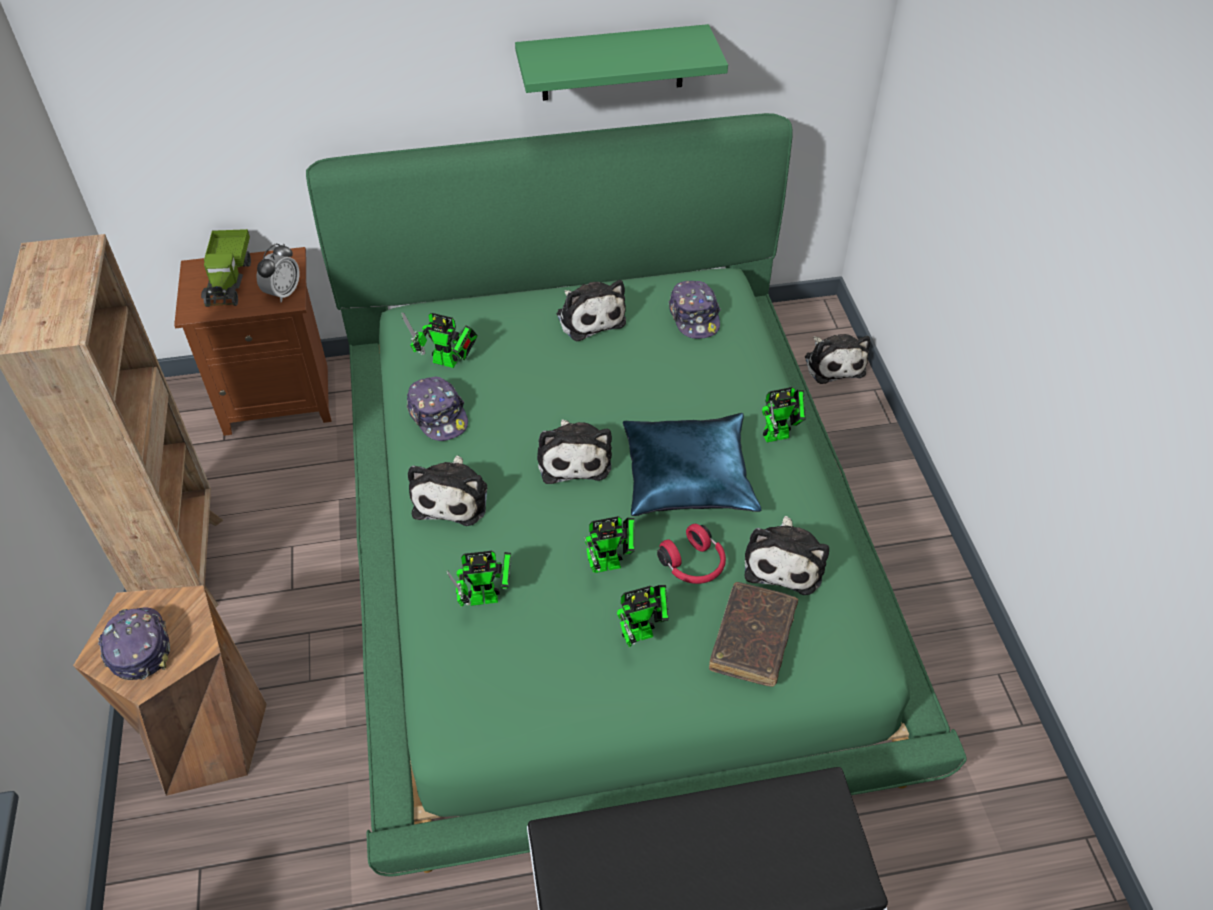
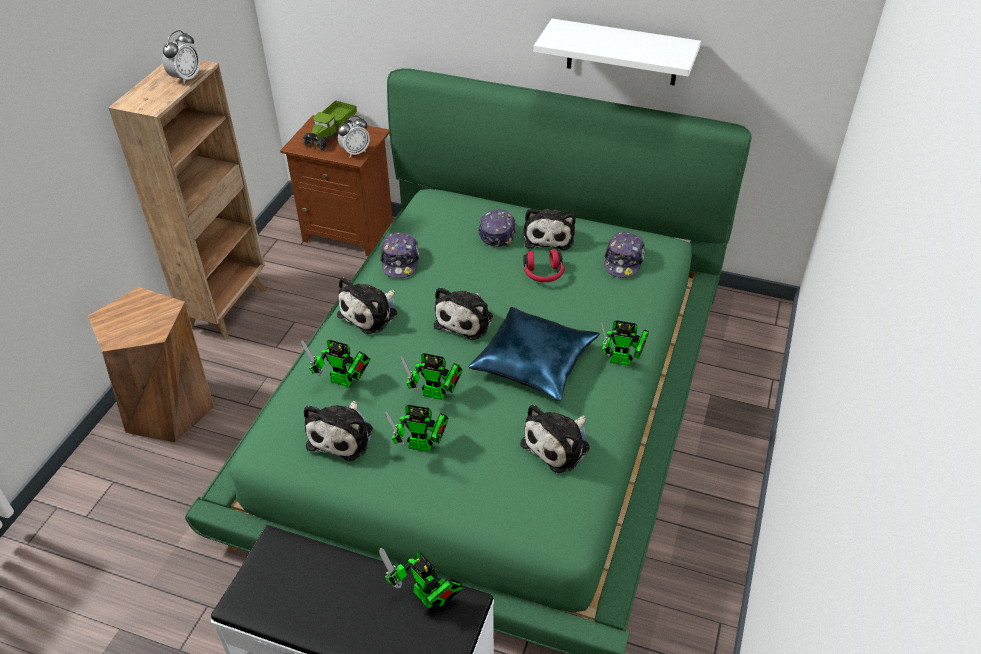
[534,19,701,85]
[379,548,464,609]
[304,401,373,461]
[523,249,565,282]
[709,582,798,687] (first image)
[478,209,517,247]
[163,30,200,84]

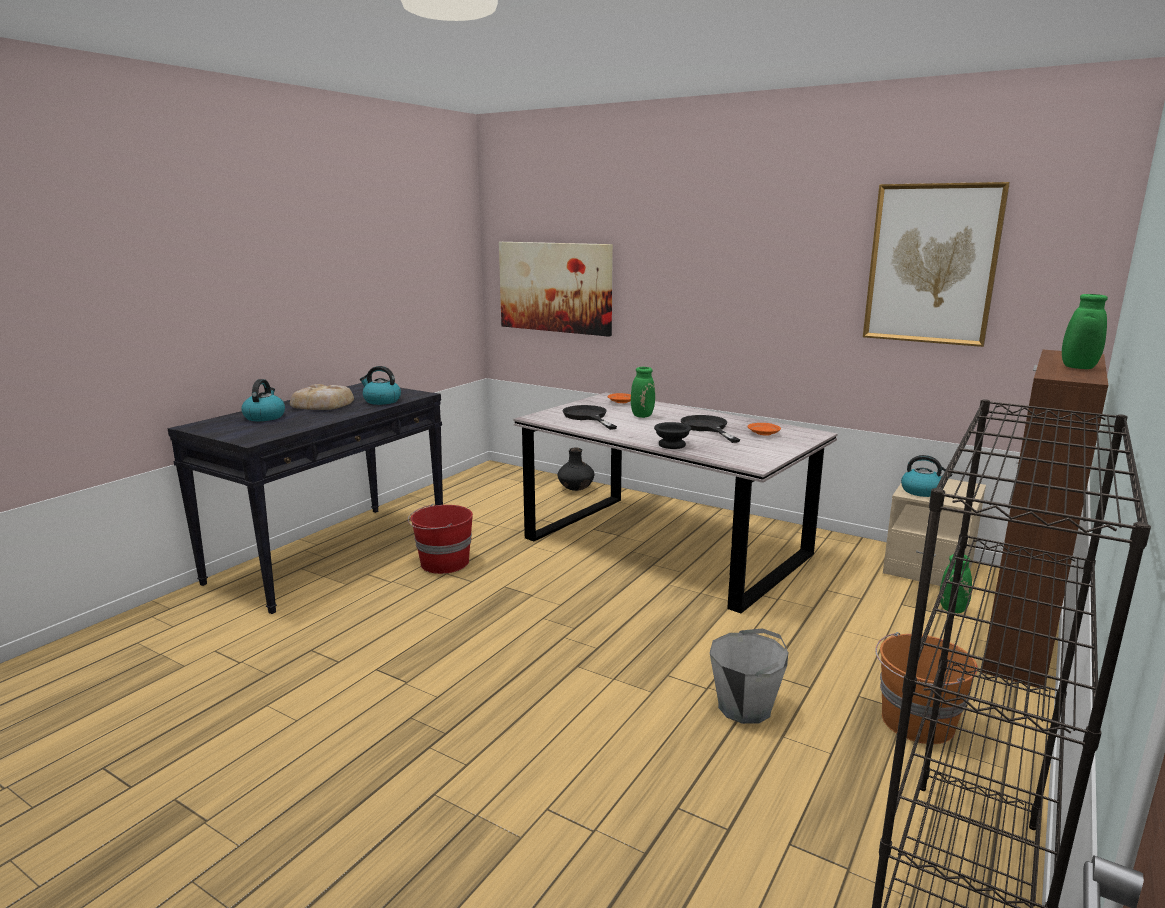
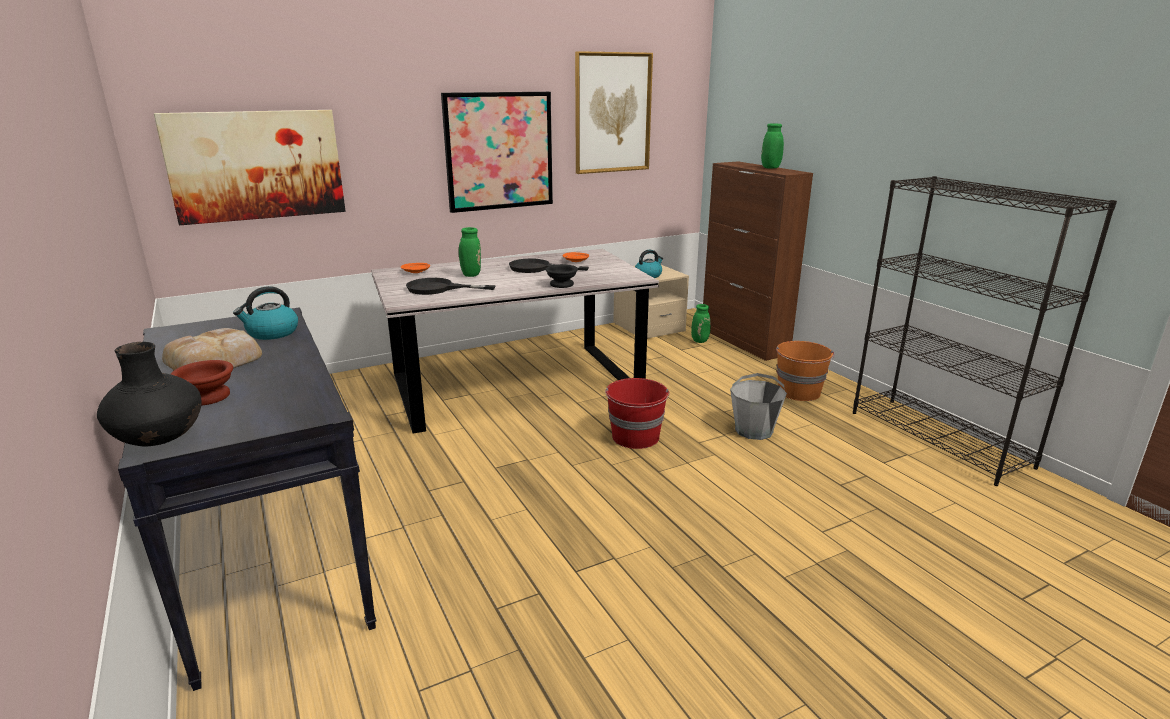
[171,360,233,406]
[97,342,202,446]
[605,378,669,449]
[441,92,553,213]

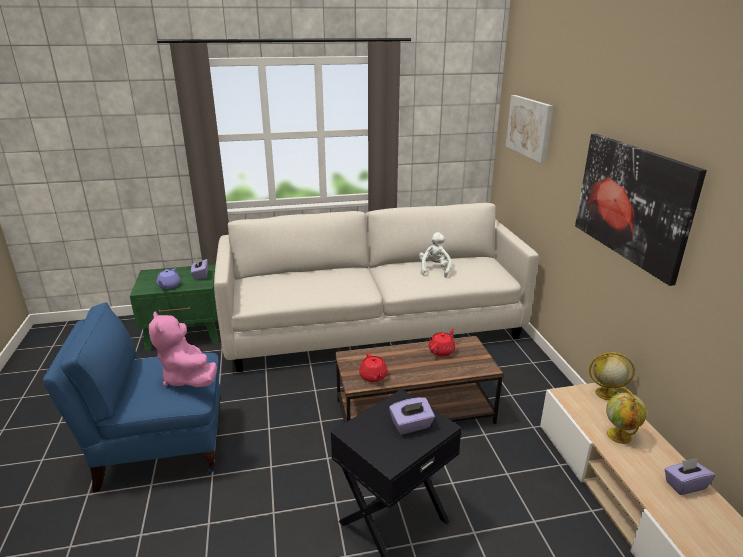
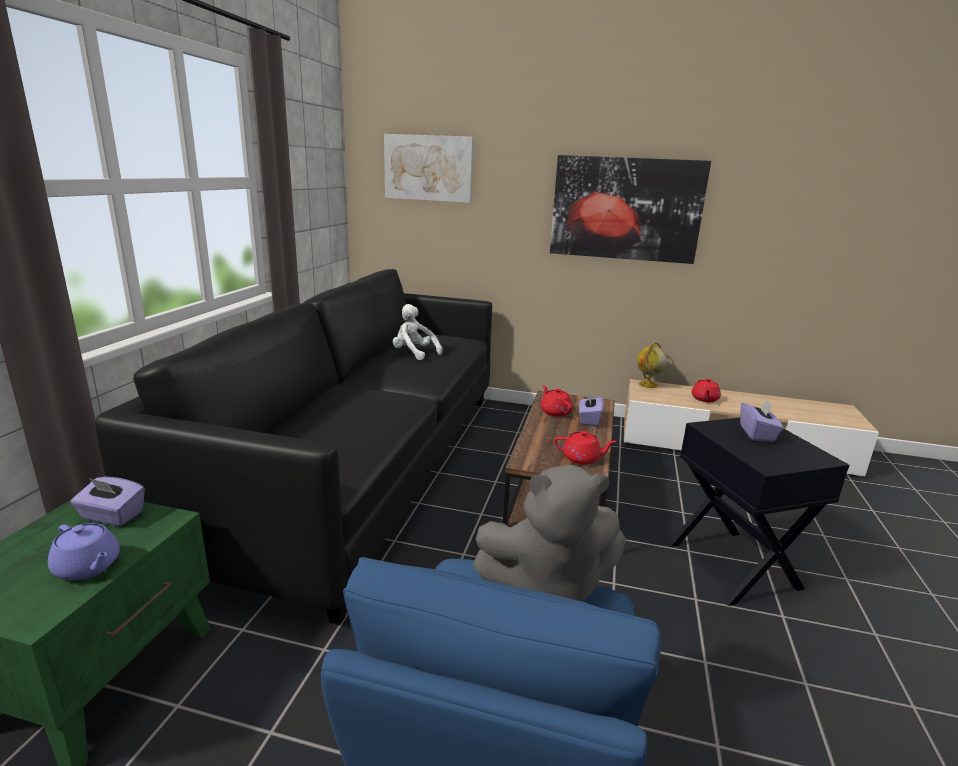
[95,269,492,625]
[472,465,626,602]
[692,379,721,402]
[579,392,603,427]

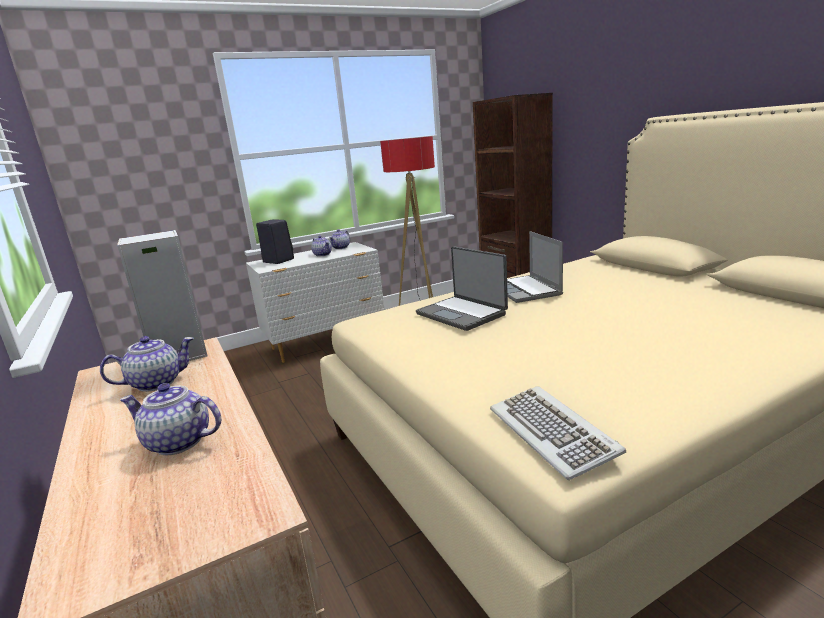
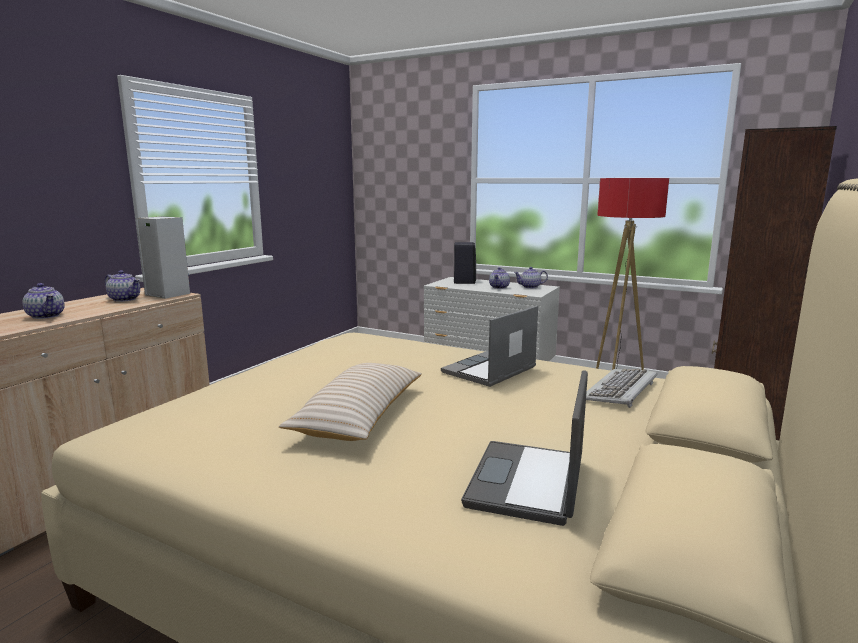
[461,370,588,526]
[22,283,65,319]
[586,369,657,408]
[279,363,422,441]

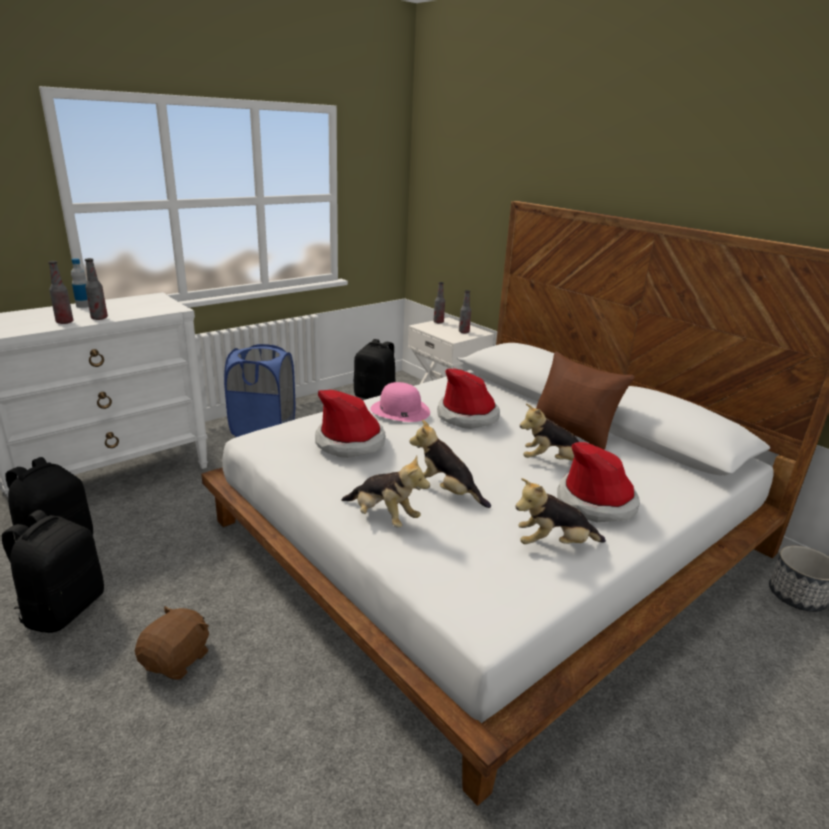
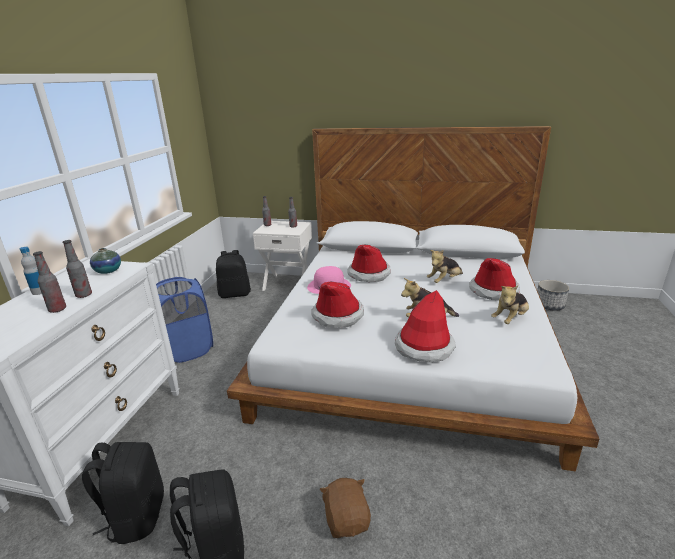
[536,352,635,449] (first image)
[395,290,456,363]
[90,248,121,274]

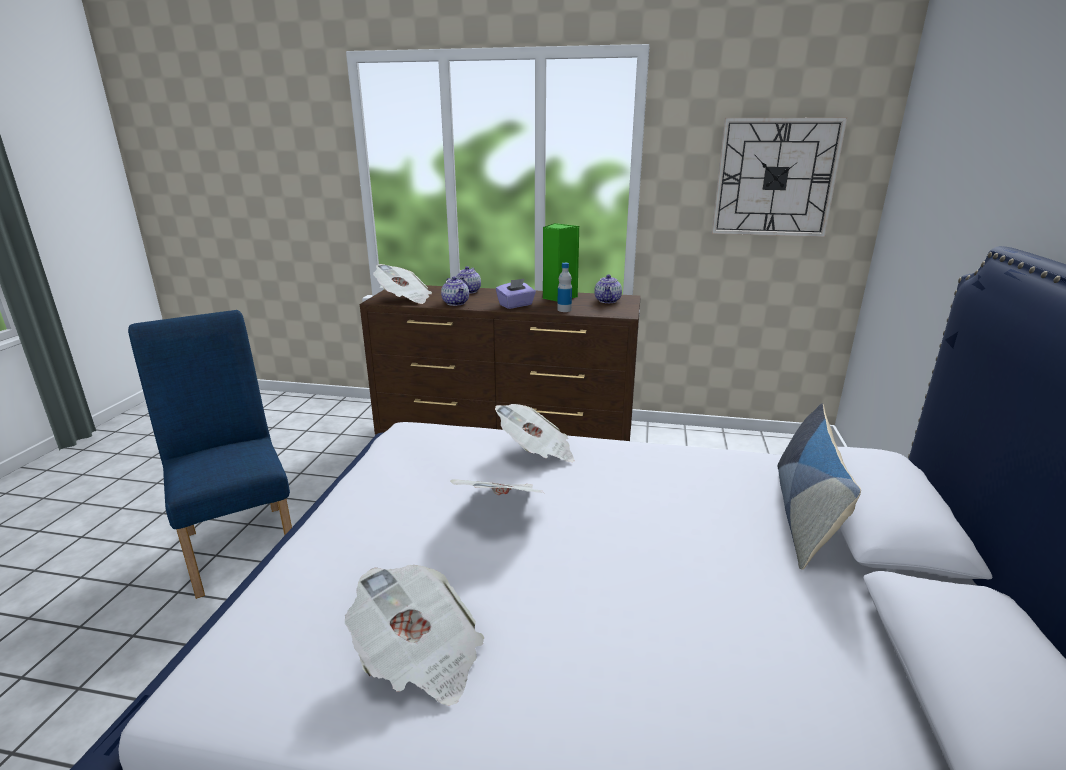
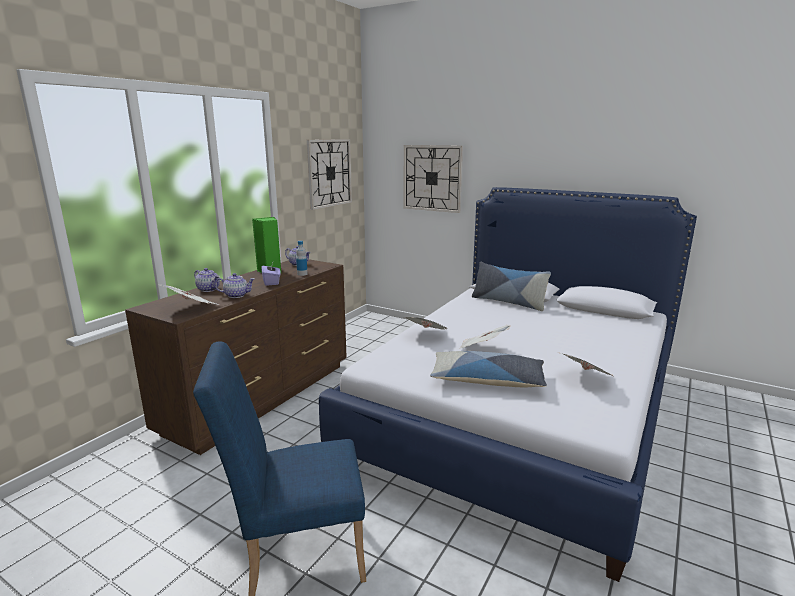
[403,145,463,213]
[430,351,547,387]

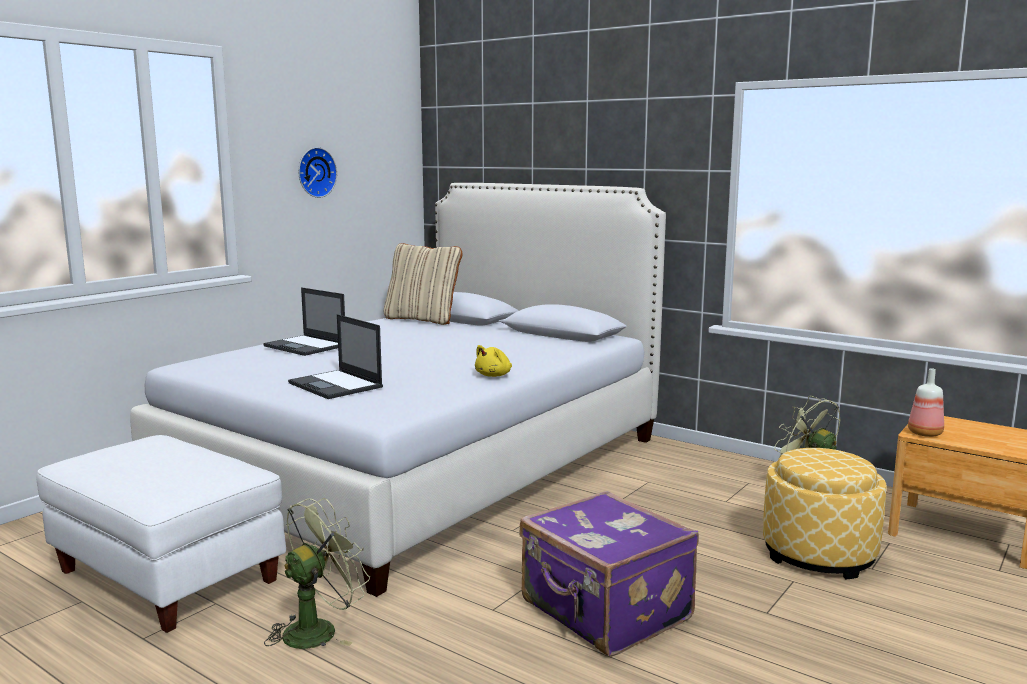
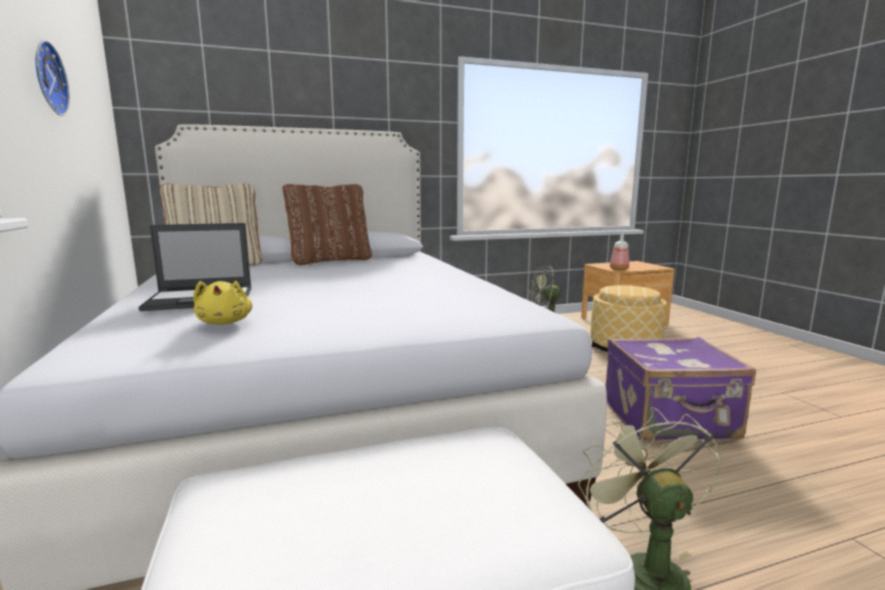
[288,314,383,399] (first image)
[193,281,252,325]
[283,184,372,265]

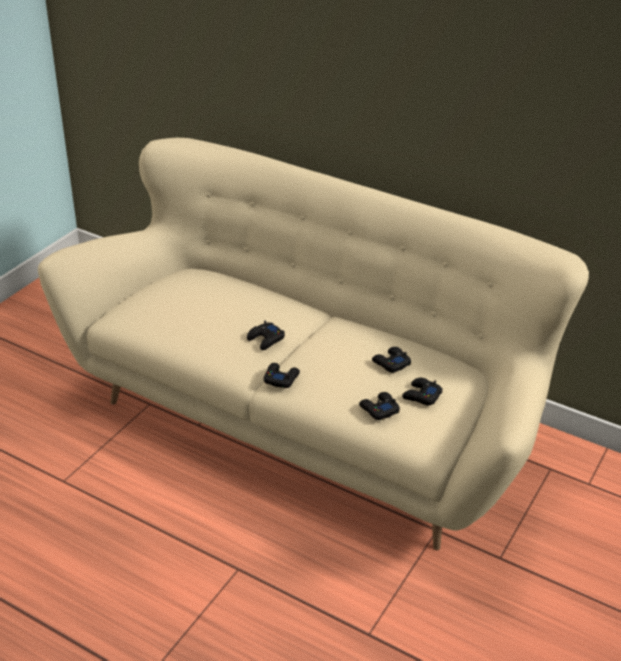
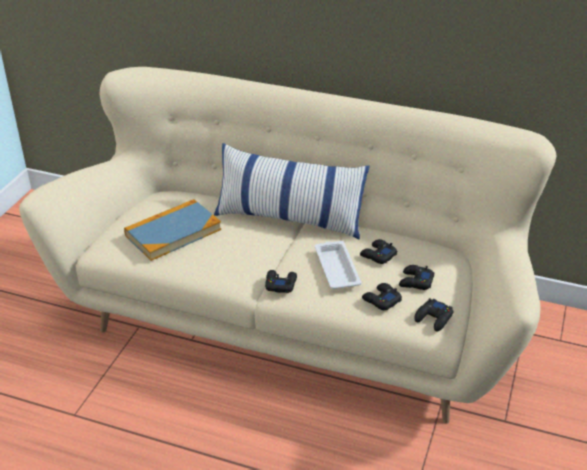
[414,298,453,331]
[214,143,370,239]
[124,199,221,261]
[315,241,362,289]

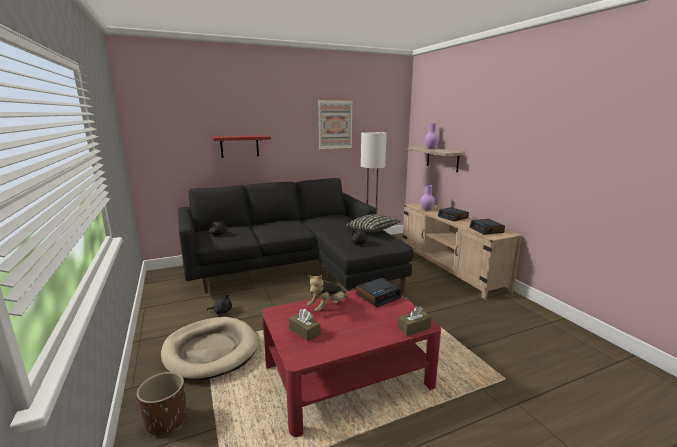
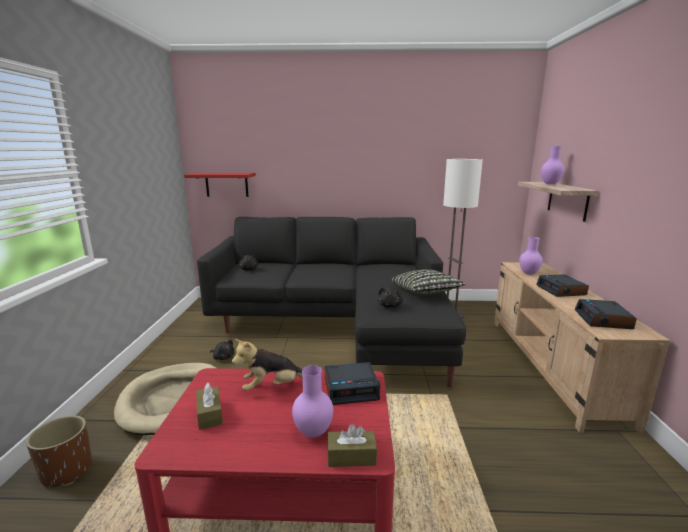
[318,99,353,150] (first image)
[184,173,256,197]
[292,365,333,438]

